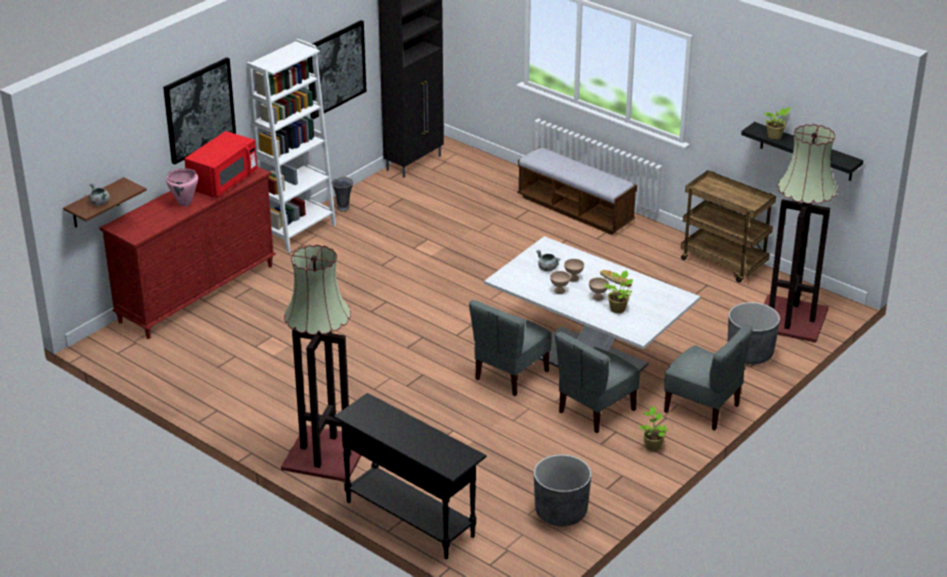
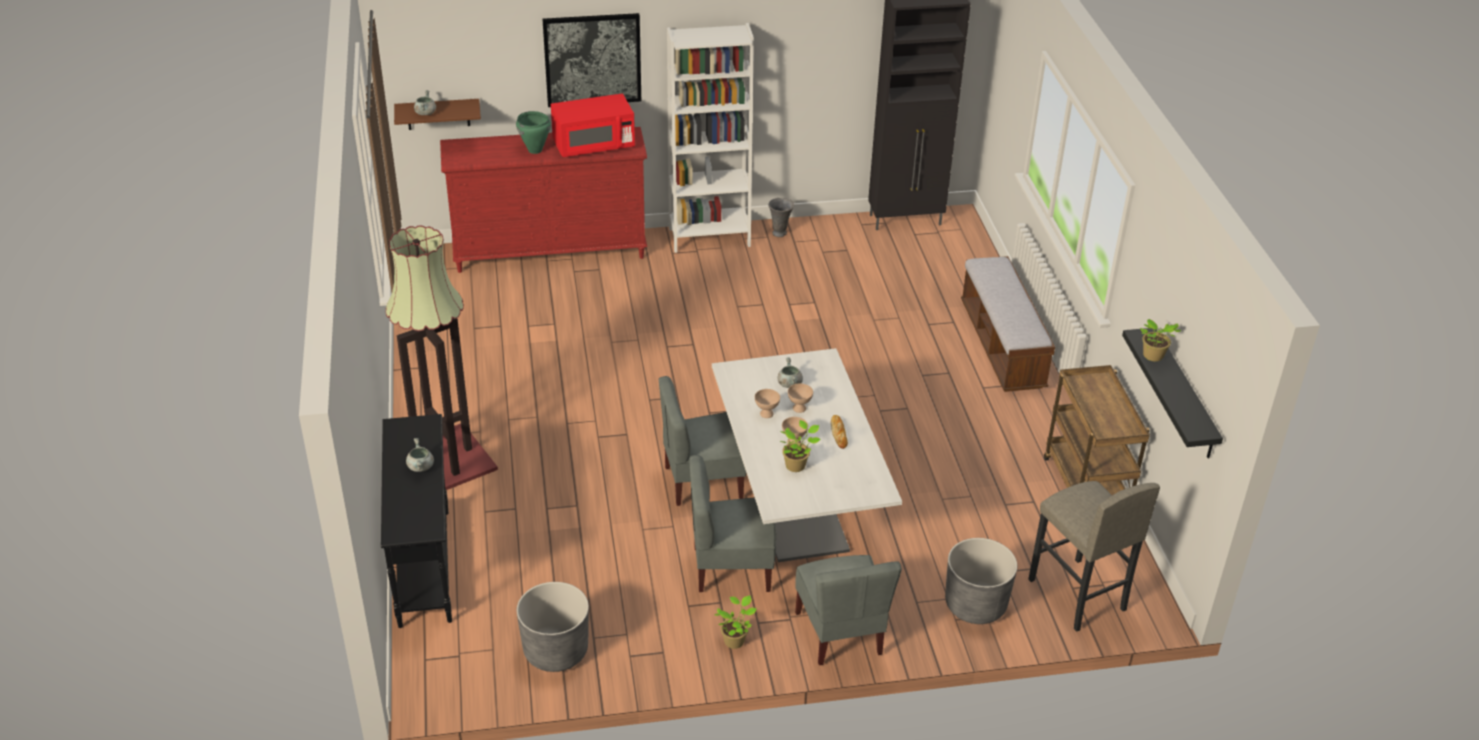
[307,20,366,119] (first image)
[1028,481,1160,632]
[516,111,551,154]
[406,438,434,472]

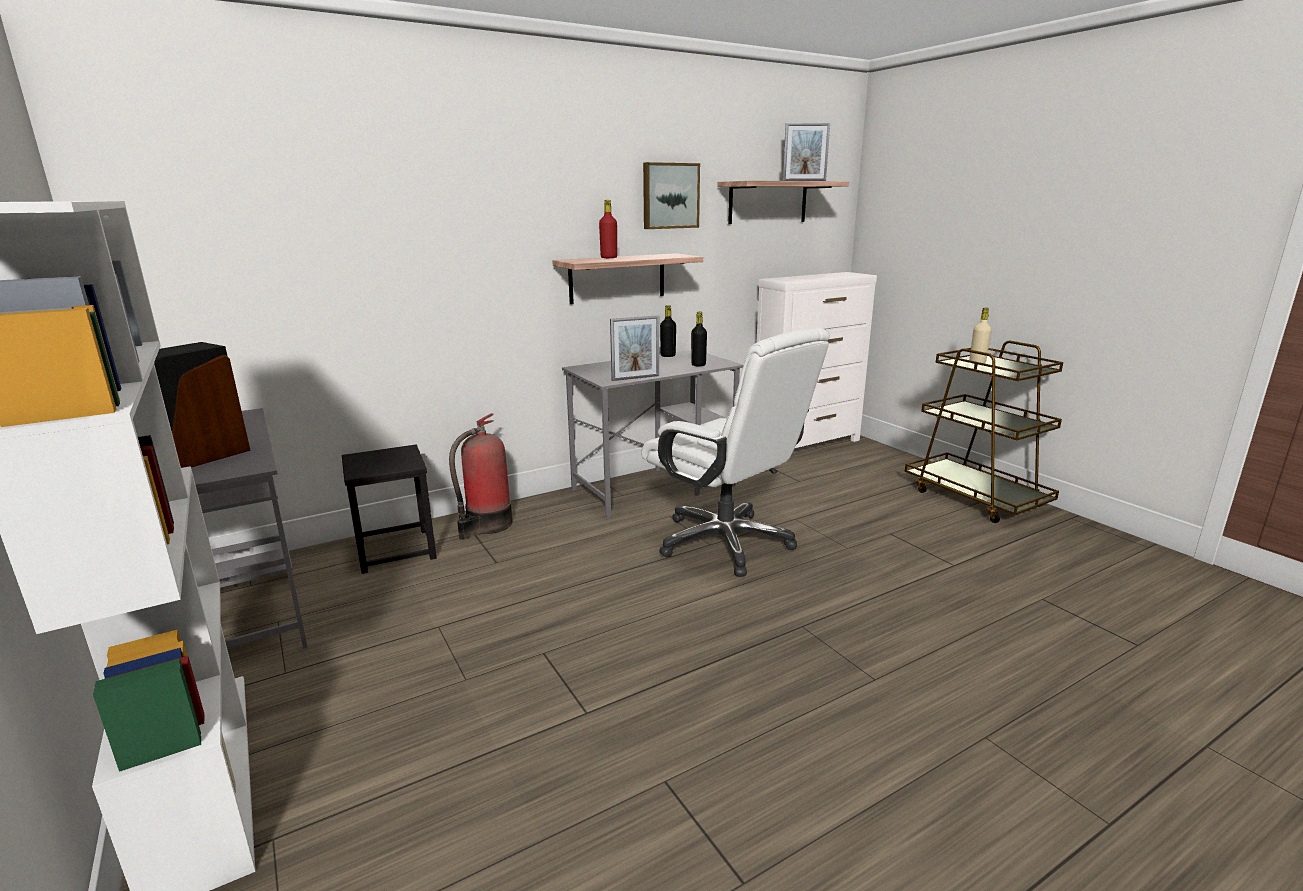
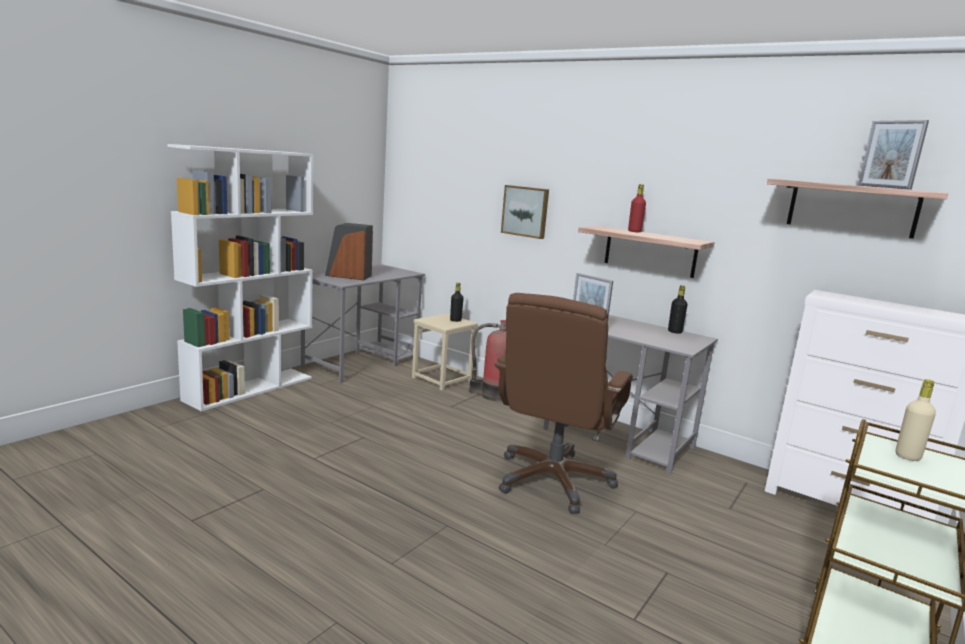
[501,185,549,239]
[450,283,464,322]
[495,293,633,514]
[412,313,478,390]

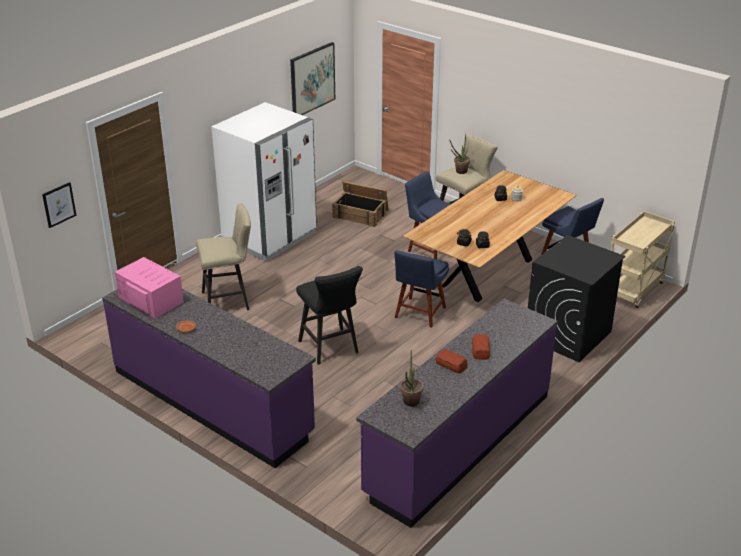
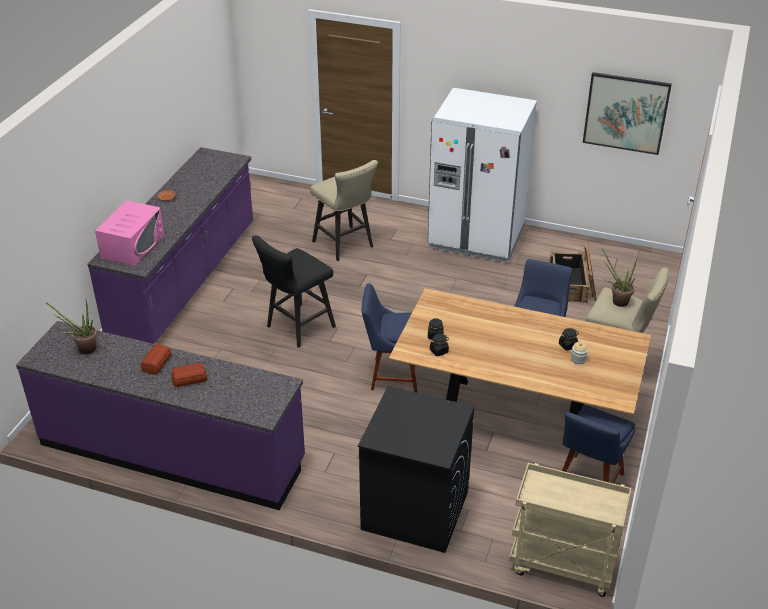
[42,182,77,228] (first image)
[95,200,164,266]

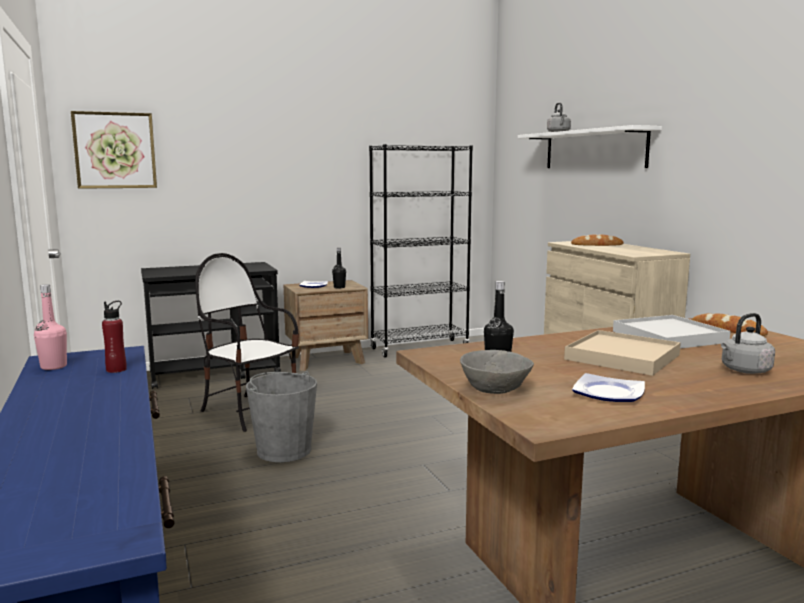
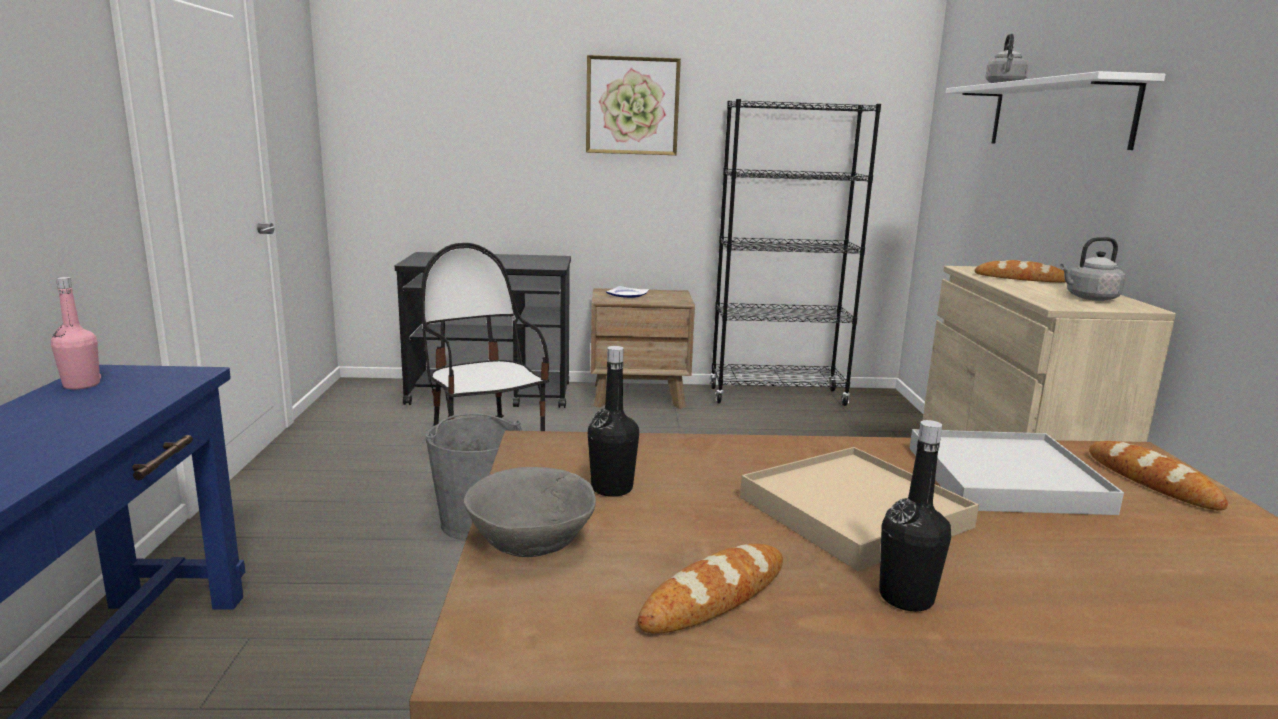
[586,55,681,155]
[879,420,951,612]
[102,301,127,373] (first image)
[1060,237,1125,301]
[638,544,783,634]

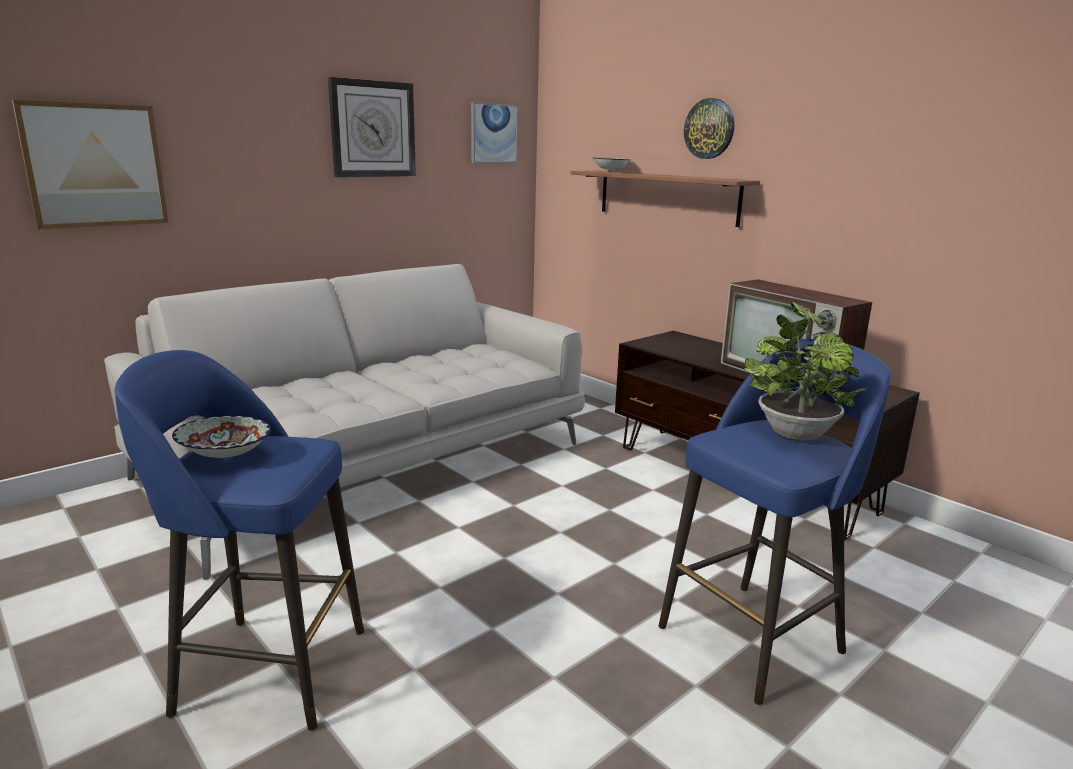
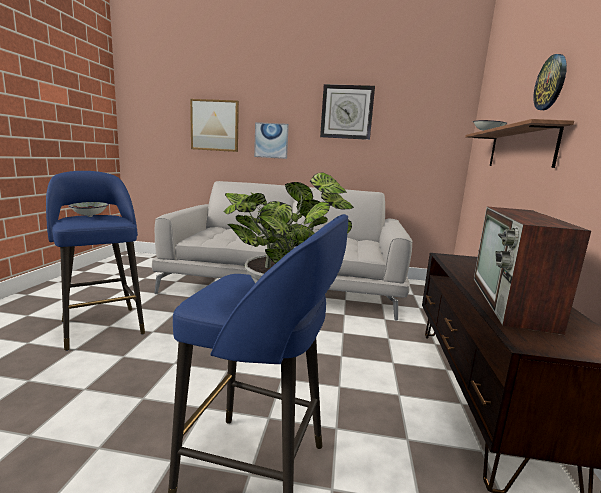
[254,122,289,159]

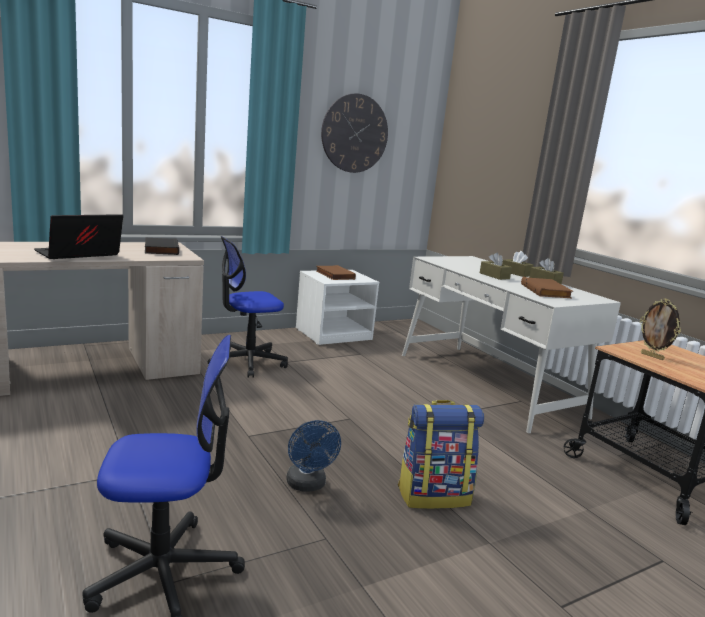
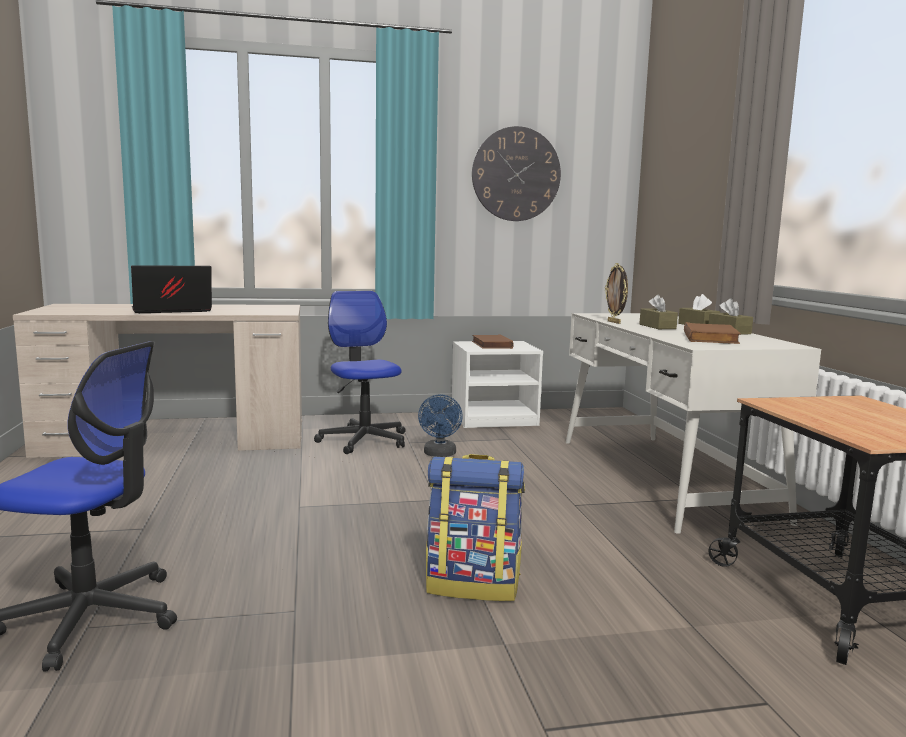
[314,291,405,454]
[145,238,179,255] (first image)
[605,263,628,324]
[418,394,463,457]

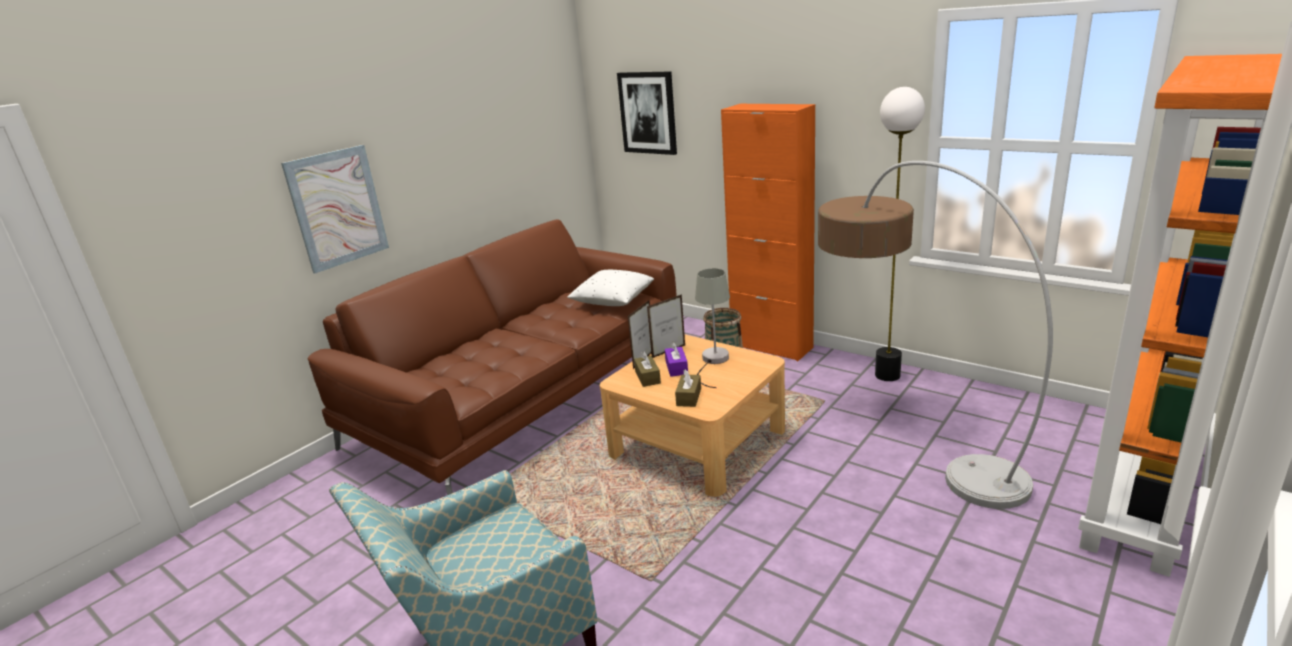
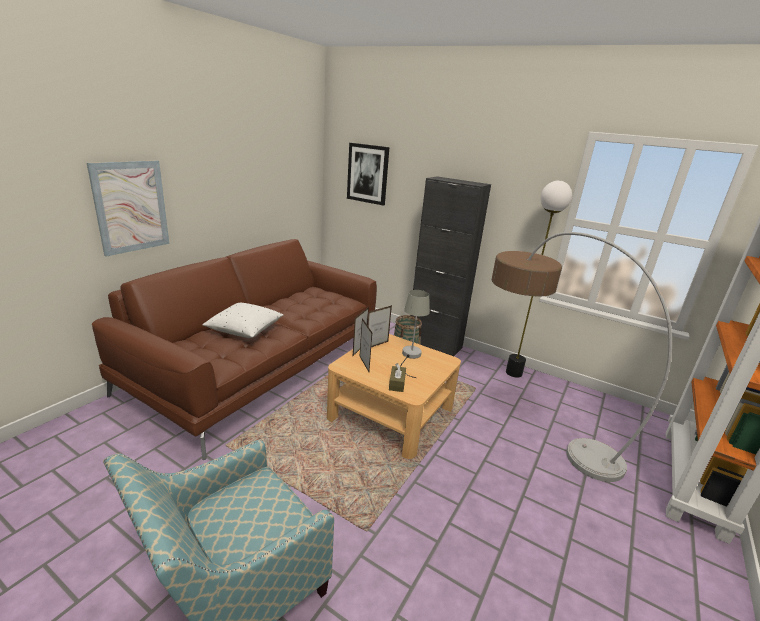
[410,176,491,356]
[202,303,283,338]
[665,342,688,377] (first image)
[360,318,372,372]

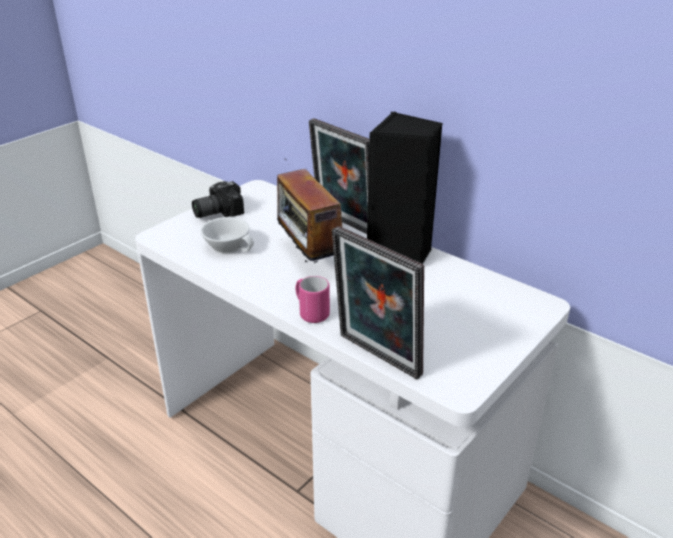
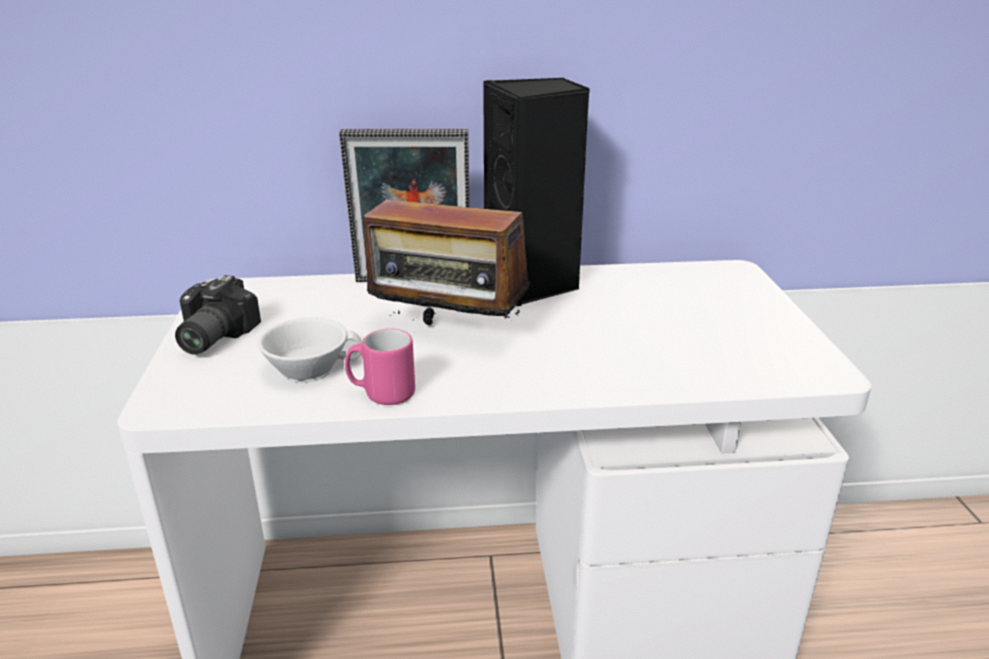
[332,226,424,379] (first image)
[345,329,415,405]

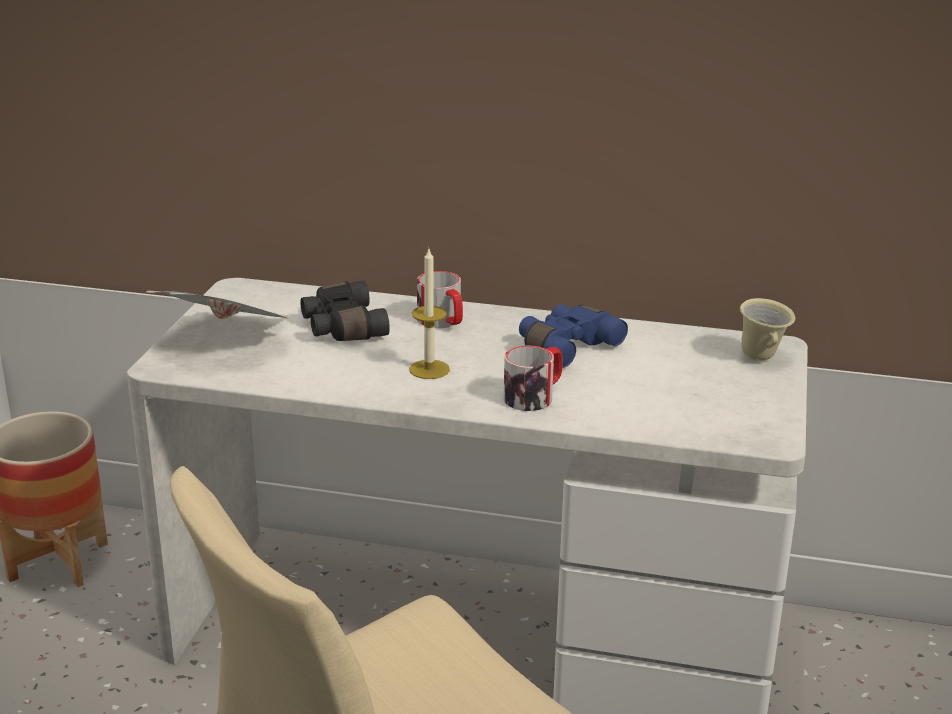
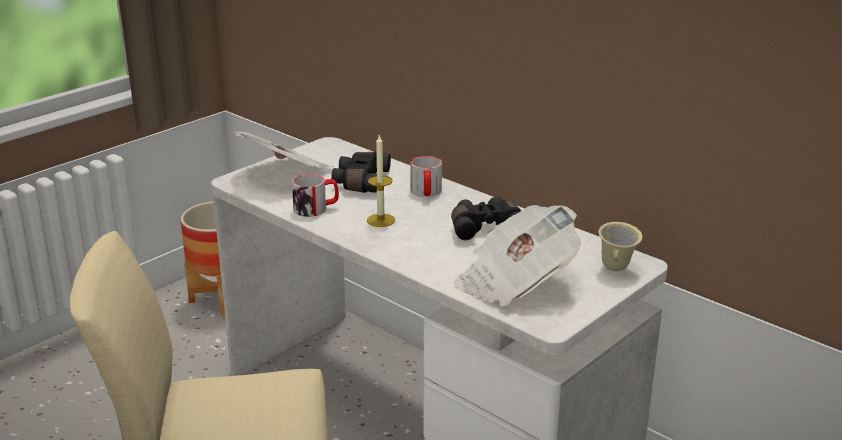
[451,197,522,240]
[292,174,339,217]
[455,205,581,306]

